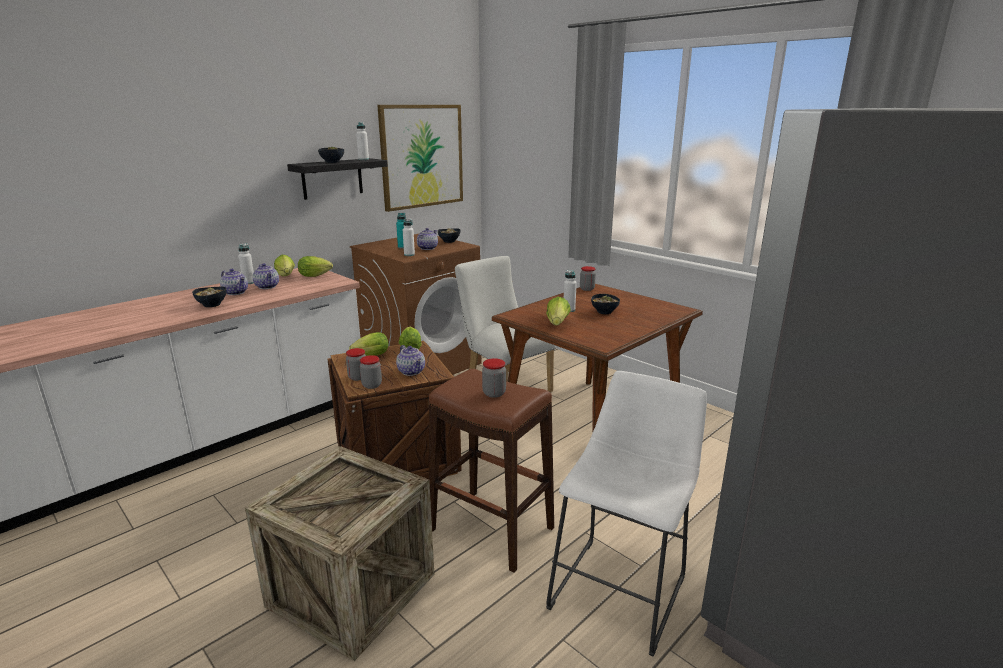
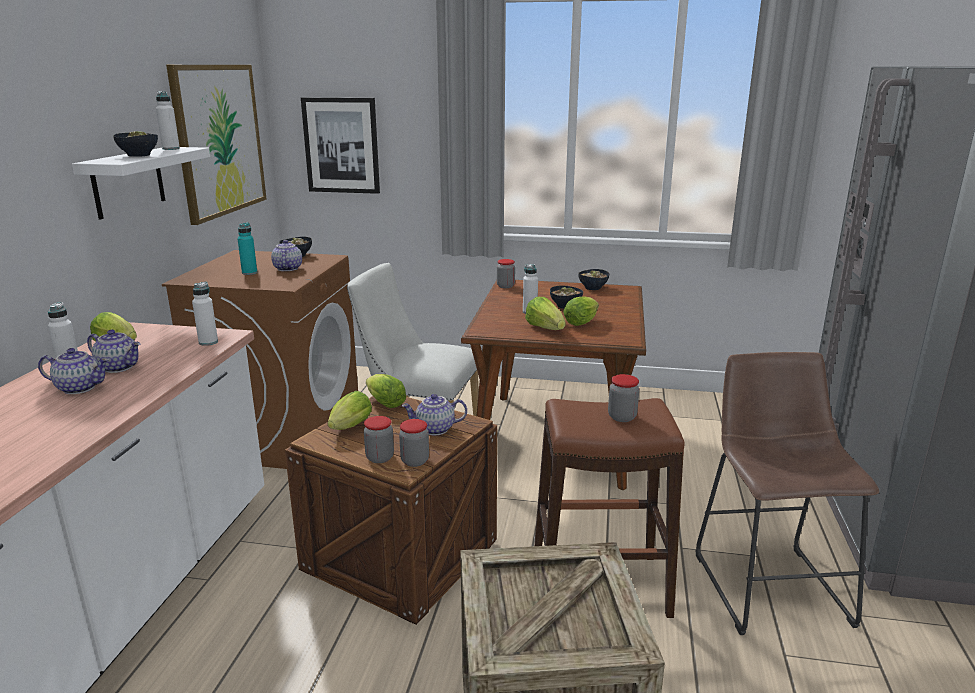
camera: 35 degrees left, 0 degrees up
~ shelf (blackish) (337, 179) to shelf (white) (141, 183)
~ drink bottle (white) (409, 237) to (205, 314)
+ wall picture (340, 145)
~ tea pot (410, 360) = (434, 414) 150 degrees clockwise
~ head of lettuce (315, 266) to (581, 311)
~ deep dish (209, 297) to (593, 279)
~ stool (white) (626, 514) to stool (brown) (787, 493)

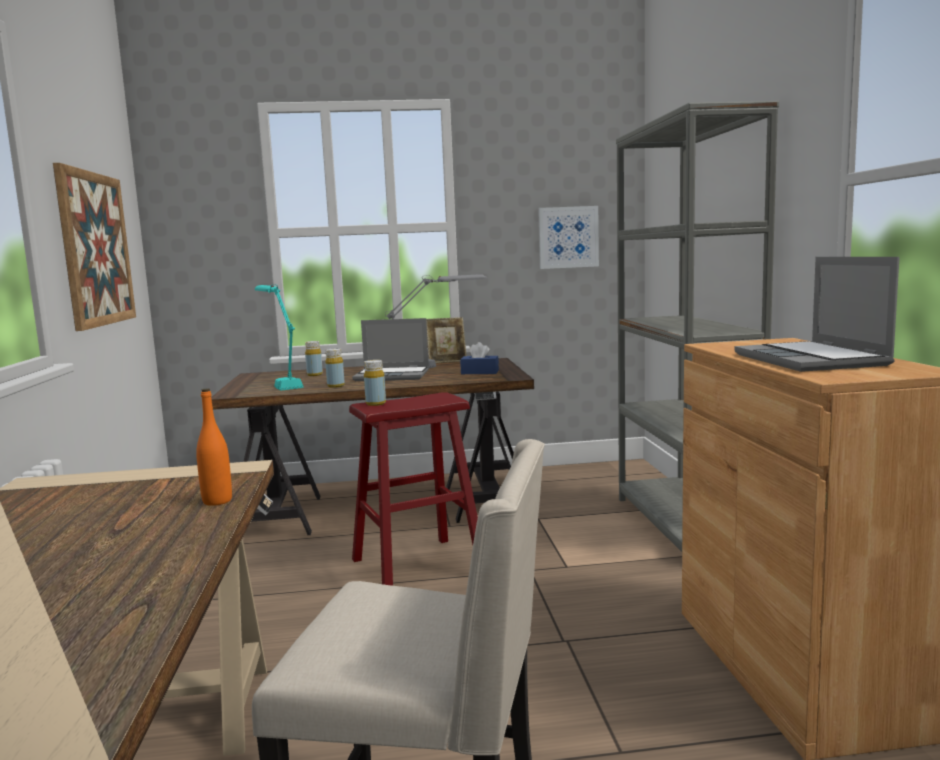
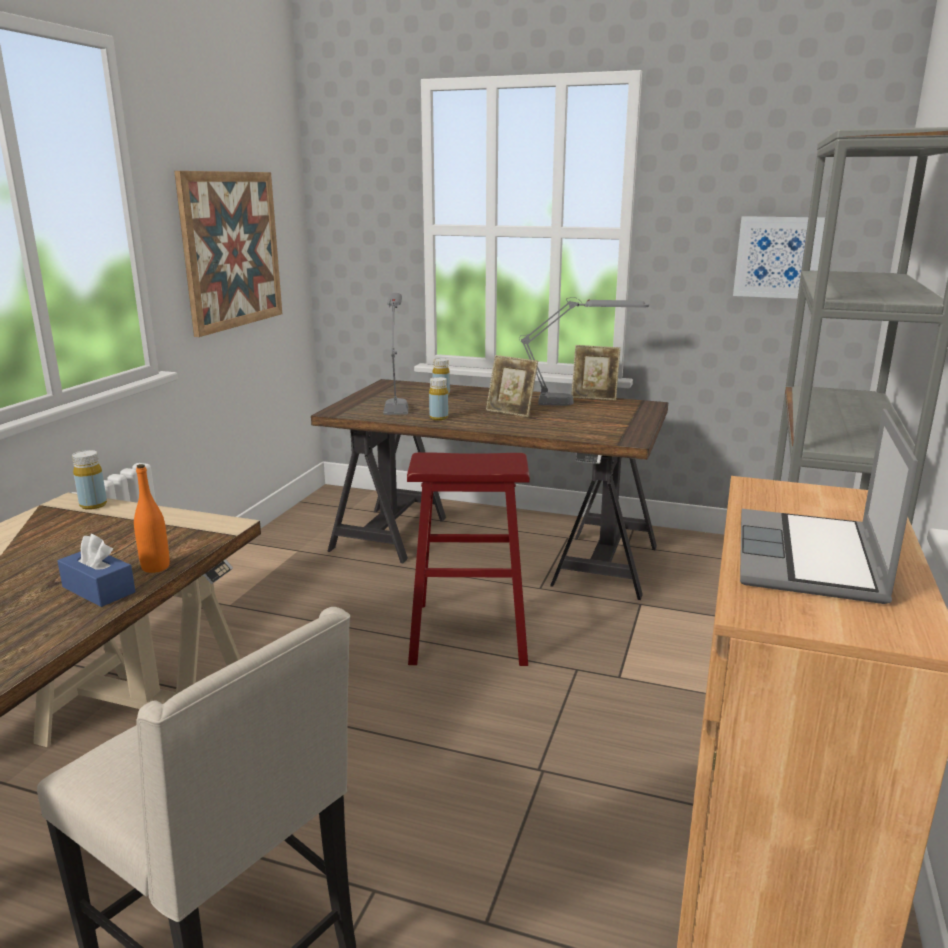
camera: 25 degrees right, 10 degrees up
~ tissue holder (bluish) (479, 358) to (96, 570)
~ drink bottle (yellow) (375, 383) to (89, 480)
~ table lamp (blue-green) (279, 337) to table lamp (greyish) (395, 354)
~ notebook computer (390, 349) to standing frame (512, 386)

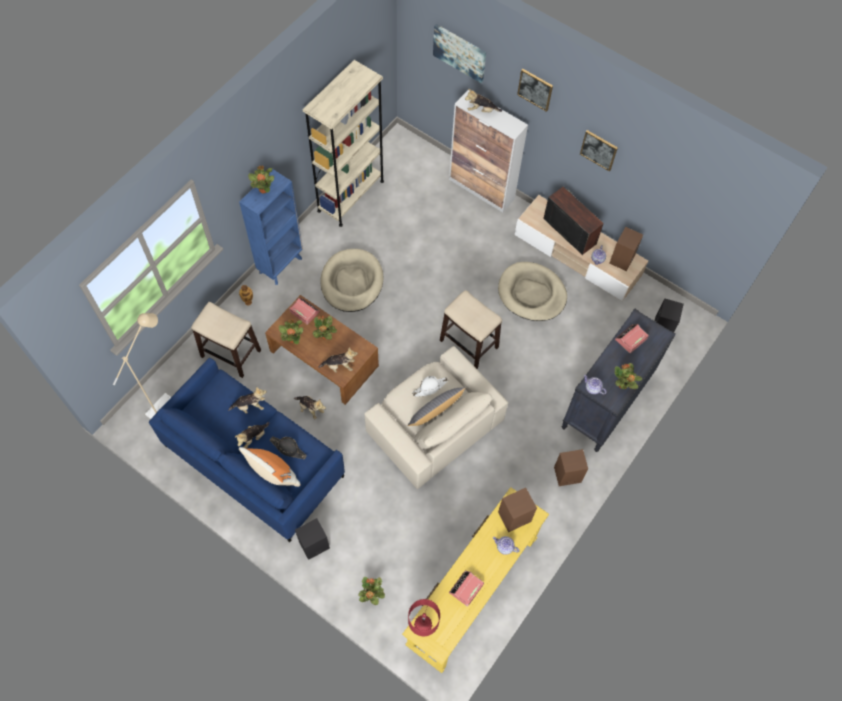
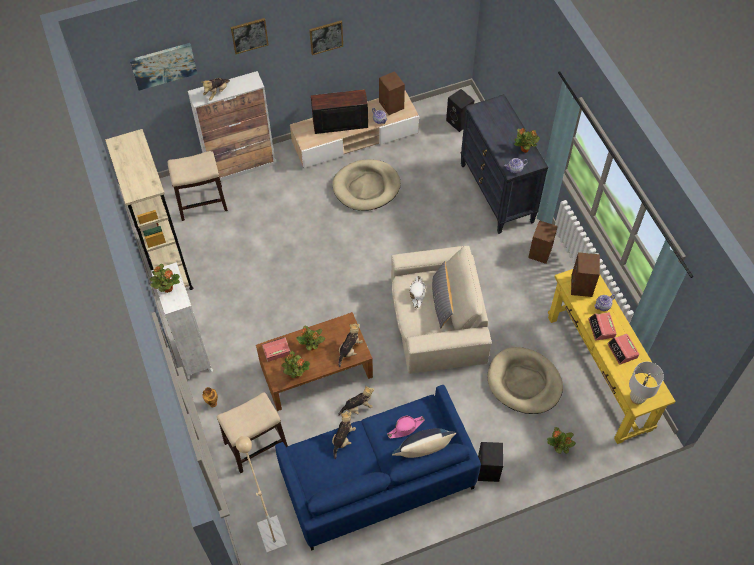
camera: 55 degrees left, 5 degrees down
~ bookshelf (bluish) (271, 227) to bookshelf (white) (182, 321)
~ stool (471, 329) to (198, 186)
~ clothing hat (blackish) (288, 447) to clothing hat (pink-coloured) (406, 427)
~ pillow (orangey) (270, 467) to pillow (bluish) (424, 443)
~ pet bed (beige-coloured) (352, 280) to (525, 380)
~ bedside clock (632, 338) to (602, 326)
~ table lamp (reddish) (424, 617) to table lamp (white) (646, 383)
- soft toy (252, 435)

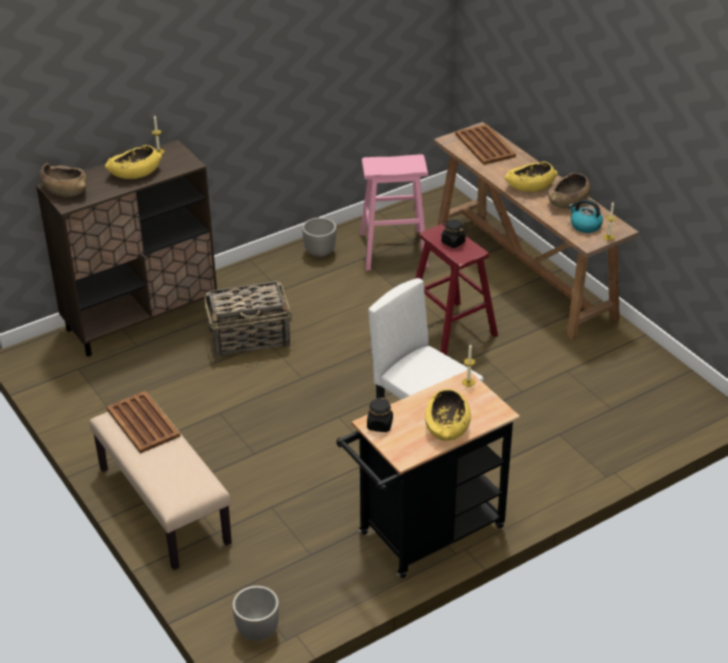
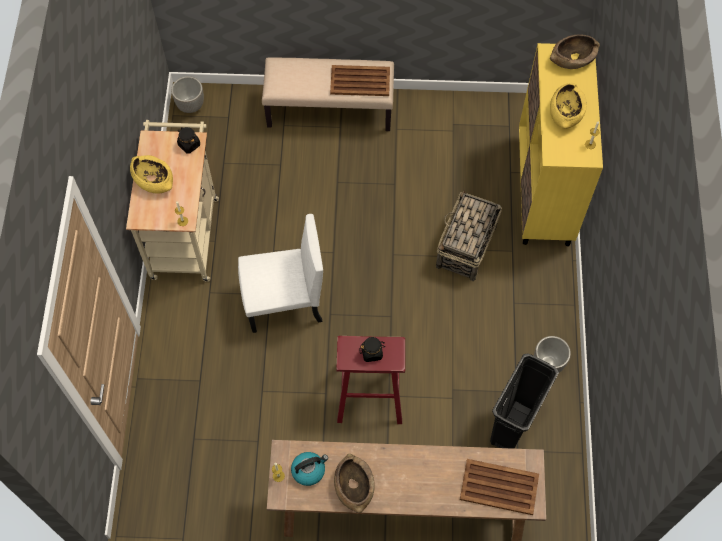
camera: 125 degrees right, 25 degrees up
~ wheeled cart (blackish) (428, 474) to wheeled cart (beige-coloured) (172, 201)
~ stool (pink-coloured) (394, 212) to trash can (blackish) (524, 401)
~ cupboard (brown) (126, 248) to cupboard (yellow) (561, 144)
- deep dish (yellow) (531, 177)

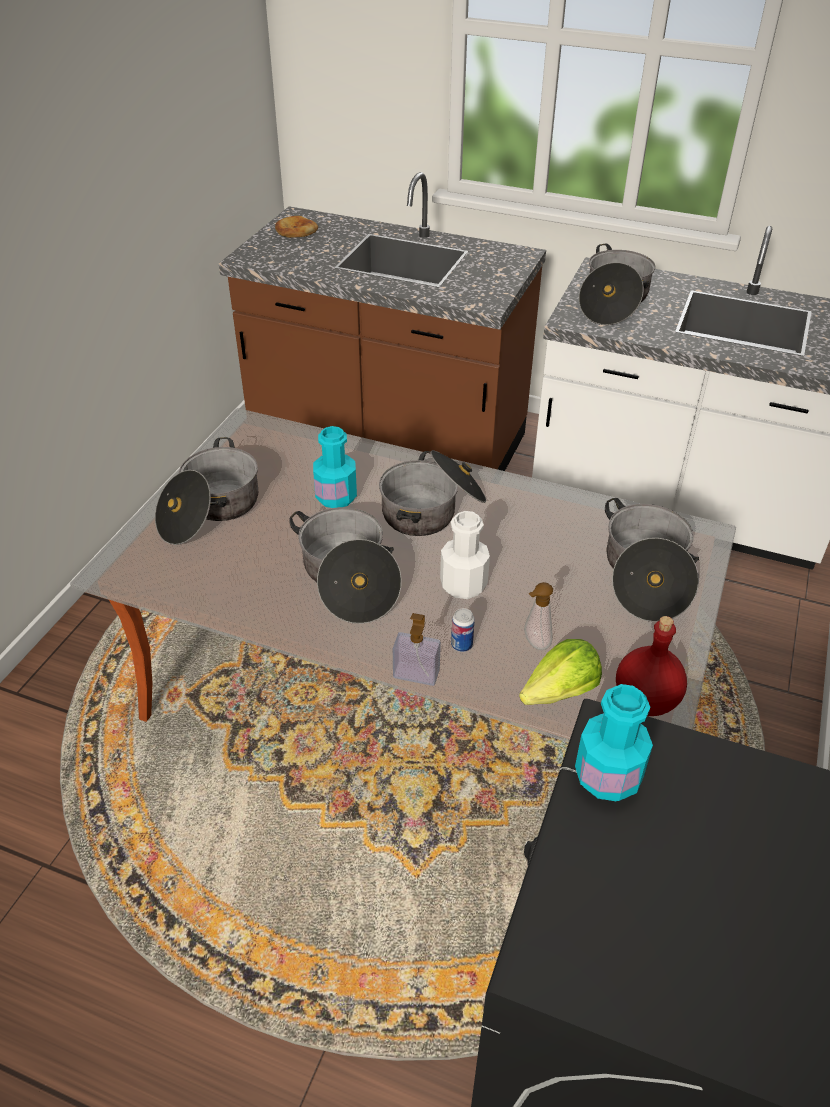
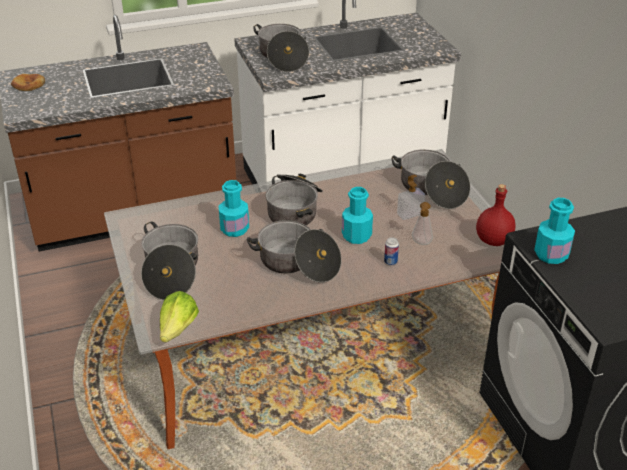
camera: 40 degrees left, 5 degrees down
~ head of lettuce (560, 672) to (179, 316)
~ drink bottle (white) (465, 555) to drink bottle (blue-green) (357, 215)
~ soap bottle (417, 649) to (411, 197)

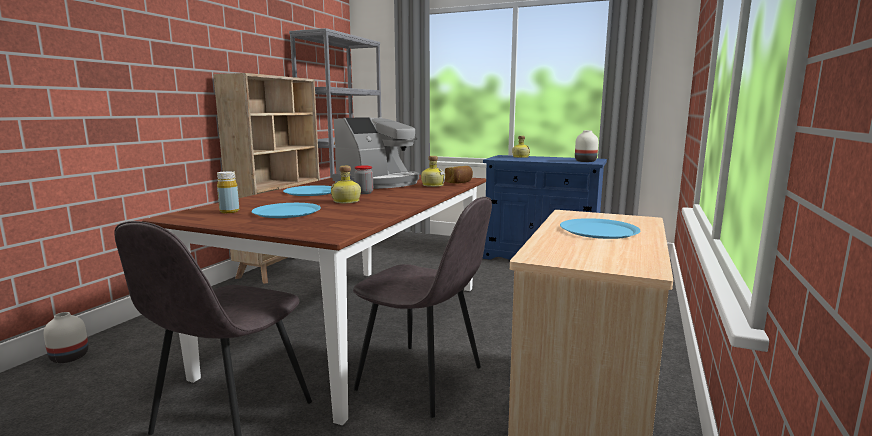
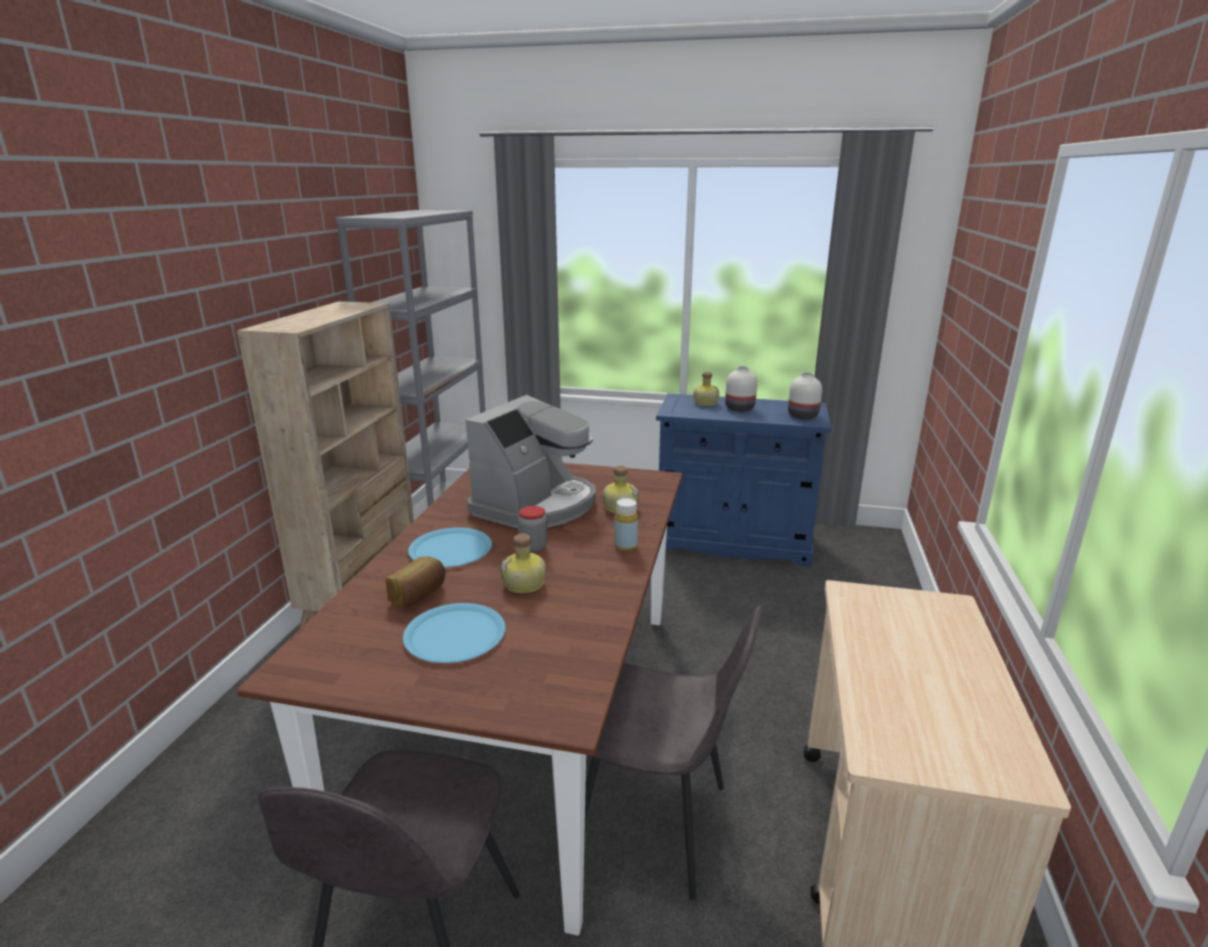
camera: 10 degrees left, 10 degrees up
~ baked bread (459, 174) to (415, 581)
~ drink bottle (yellow) (228, 192) to (626, 524)
~ vase (white) (65, 337) to (741, 389)
- plate (bluish) (600, 228)

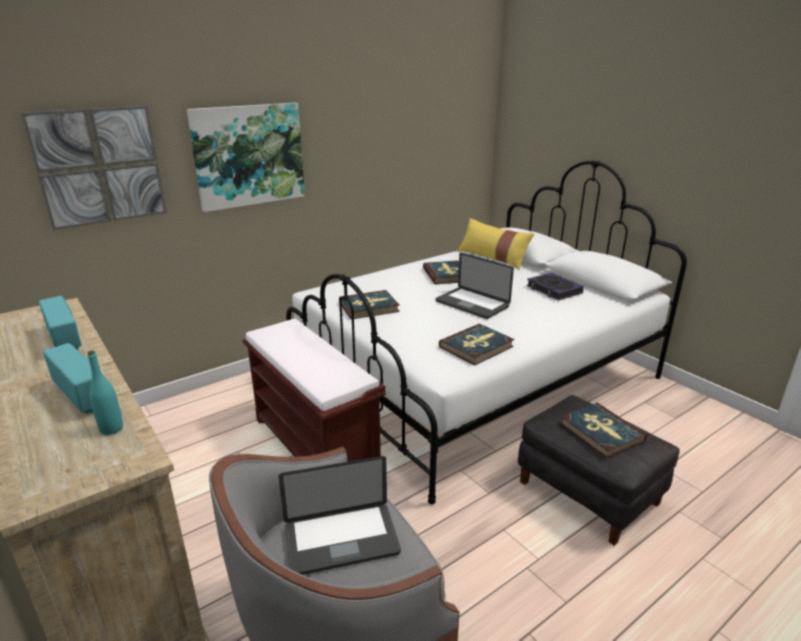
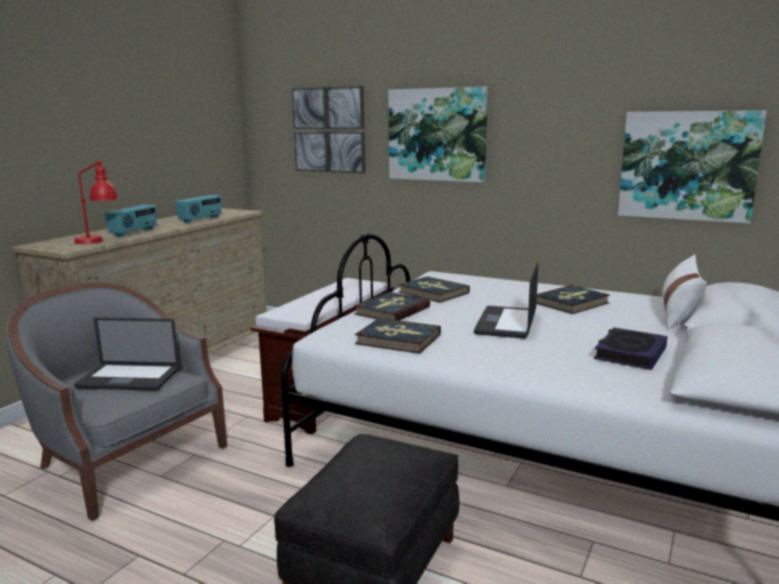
camera: 65 degrees right, 10 degrees down
~ drink bottle (blue-green) (105, 392) to table lamp (reddish) (96, 202)
~ notebook computer (340, 515) = (126, 354) 45 degrees counterclockwise
~ book (603, 431) to (392, 306)
+ wall picture (692, 166)
~ pillow (yellow) (496, 244) to pillow (white) (684, 292)

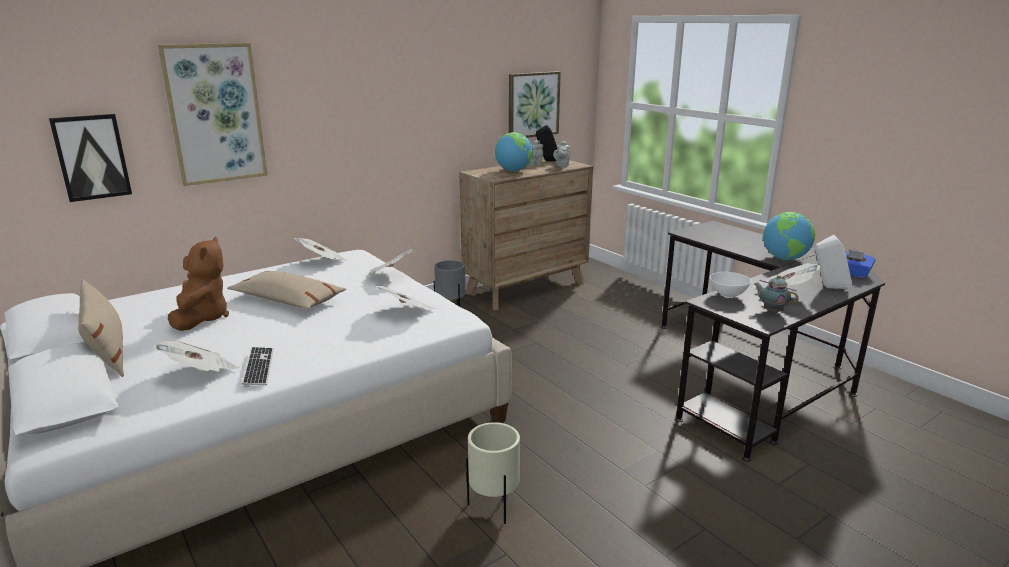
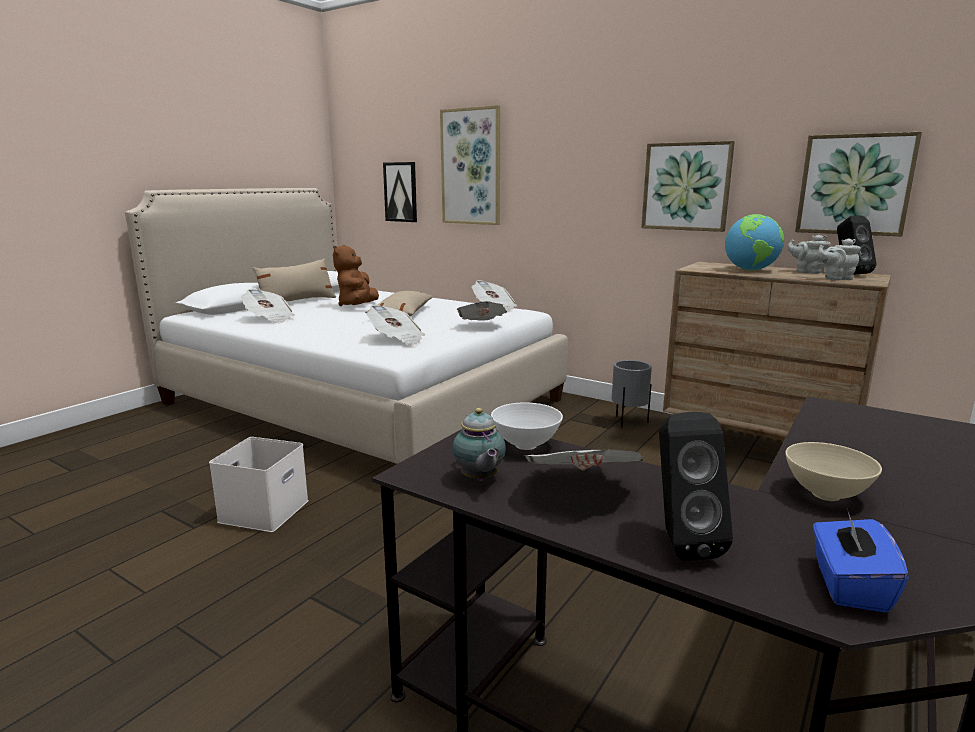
camera: 70 degrees right, 5 degrees down
~ plant pot (beige-coloured) (493, 473) to storage container (white) (259, 484)
~ soft toy (brown) (198, 284) = (356, 275) 120 degrees clockwise
~ tea pot (776, 294) = (479, 444) 135 degrees clockwise
+ wall picture (688, 186)
~ speaker (white) (833, 262) to speaker (blackish) (696, 486)
~ globe (789, 236) to deep dish (beige-coloured) (833, 471)
- keyboard (258, 367)

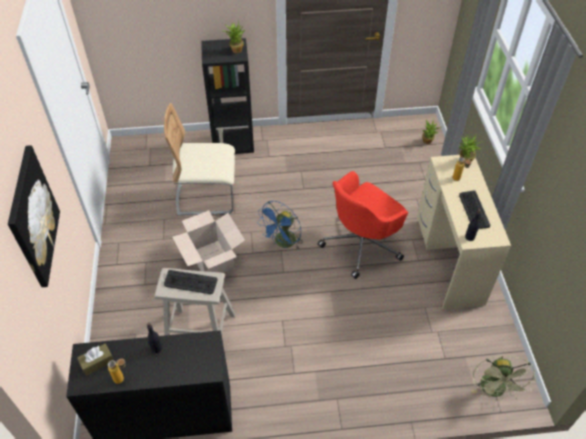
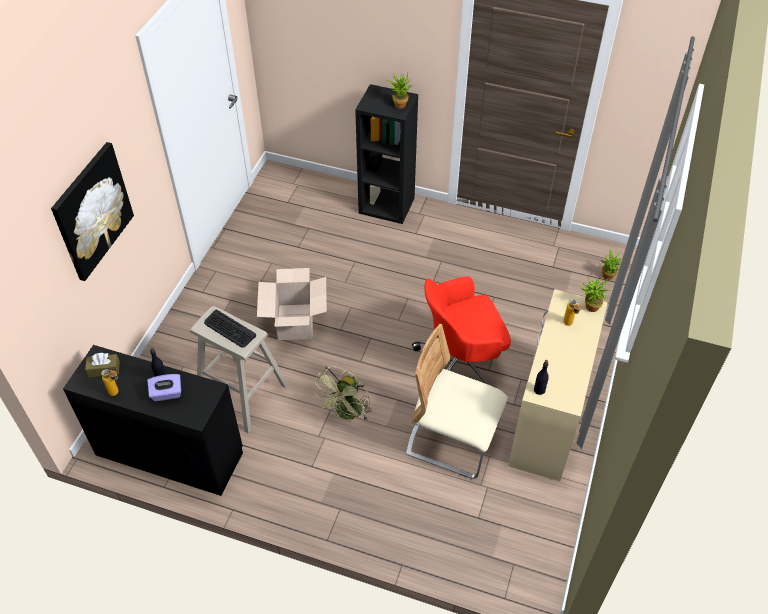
camera: 25 degrees right, 0 degrees up
+ tissue holder (purplish) (164, 387)
~ cooling fan (green-coloured) (503, 378) to (342, 394)
~ chair (beige-coloured) (199, 159) to (457, 401)
- cooling fan (bluish) (279, 225)
- keyboard (474, 209)

